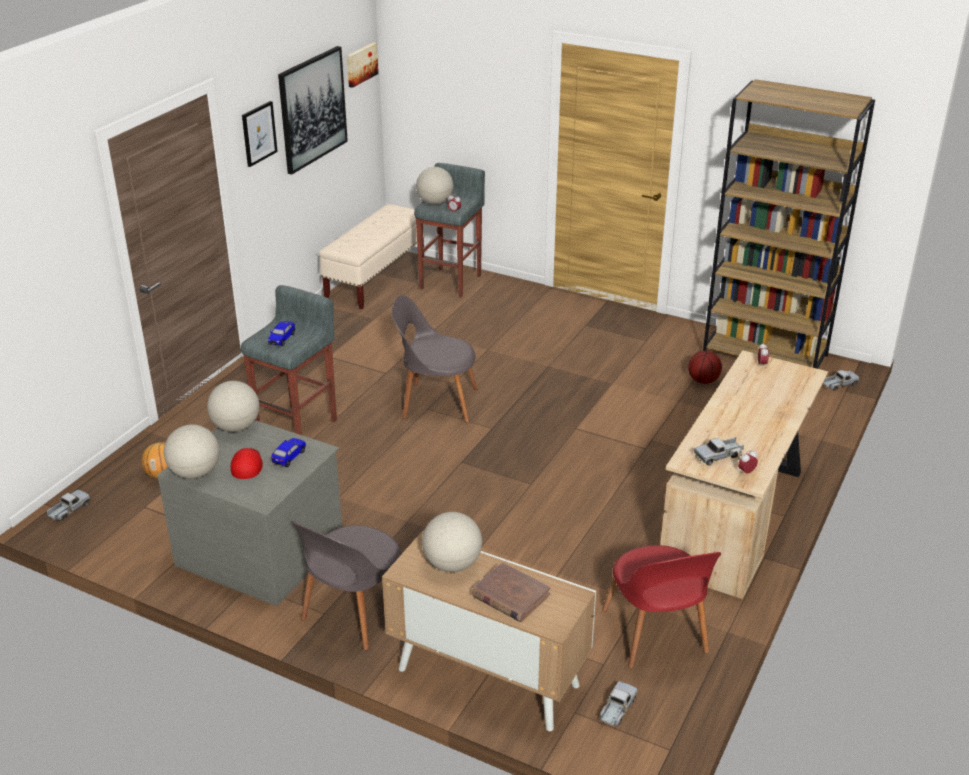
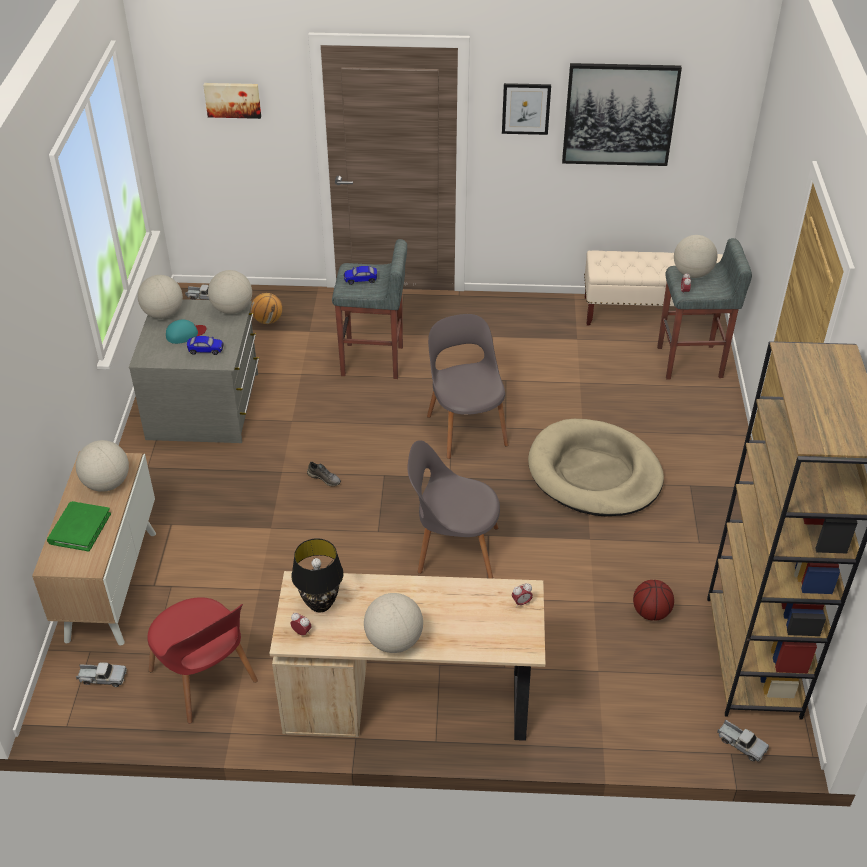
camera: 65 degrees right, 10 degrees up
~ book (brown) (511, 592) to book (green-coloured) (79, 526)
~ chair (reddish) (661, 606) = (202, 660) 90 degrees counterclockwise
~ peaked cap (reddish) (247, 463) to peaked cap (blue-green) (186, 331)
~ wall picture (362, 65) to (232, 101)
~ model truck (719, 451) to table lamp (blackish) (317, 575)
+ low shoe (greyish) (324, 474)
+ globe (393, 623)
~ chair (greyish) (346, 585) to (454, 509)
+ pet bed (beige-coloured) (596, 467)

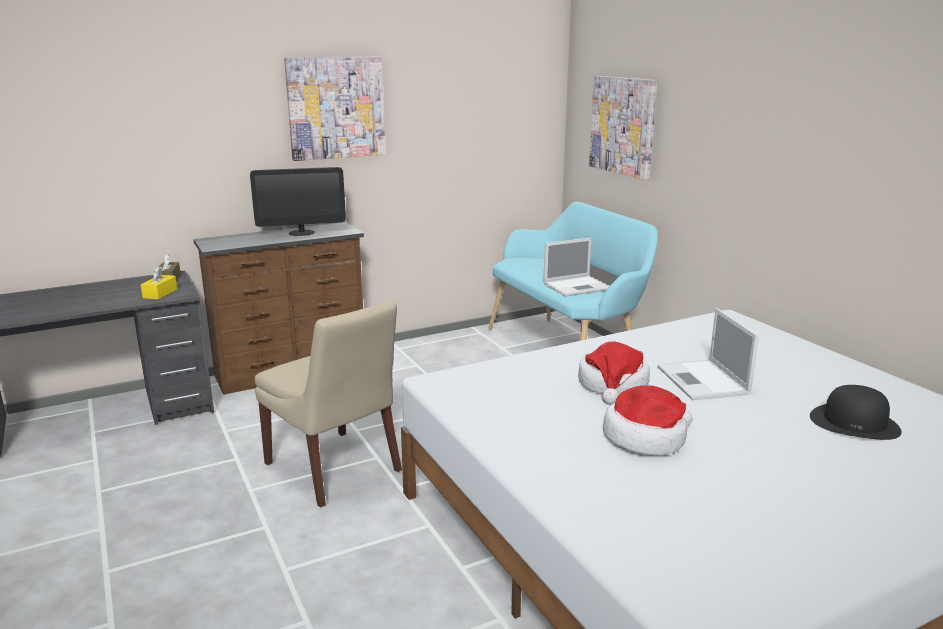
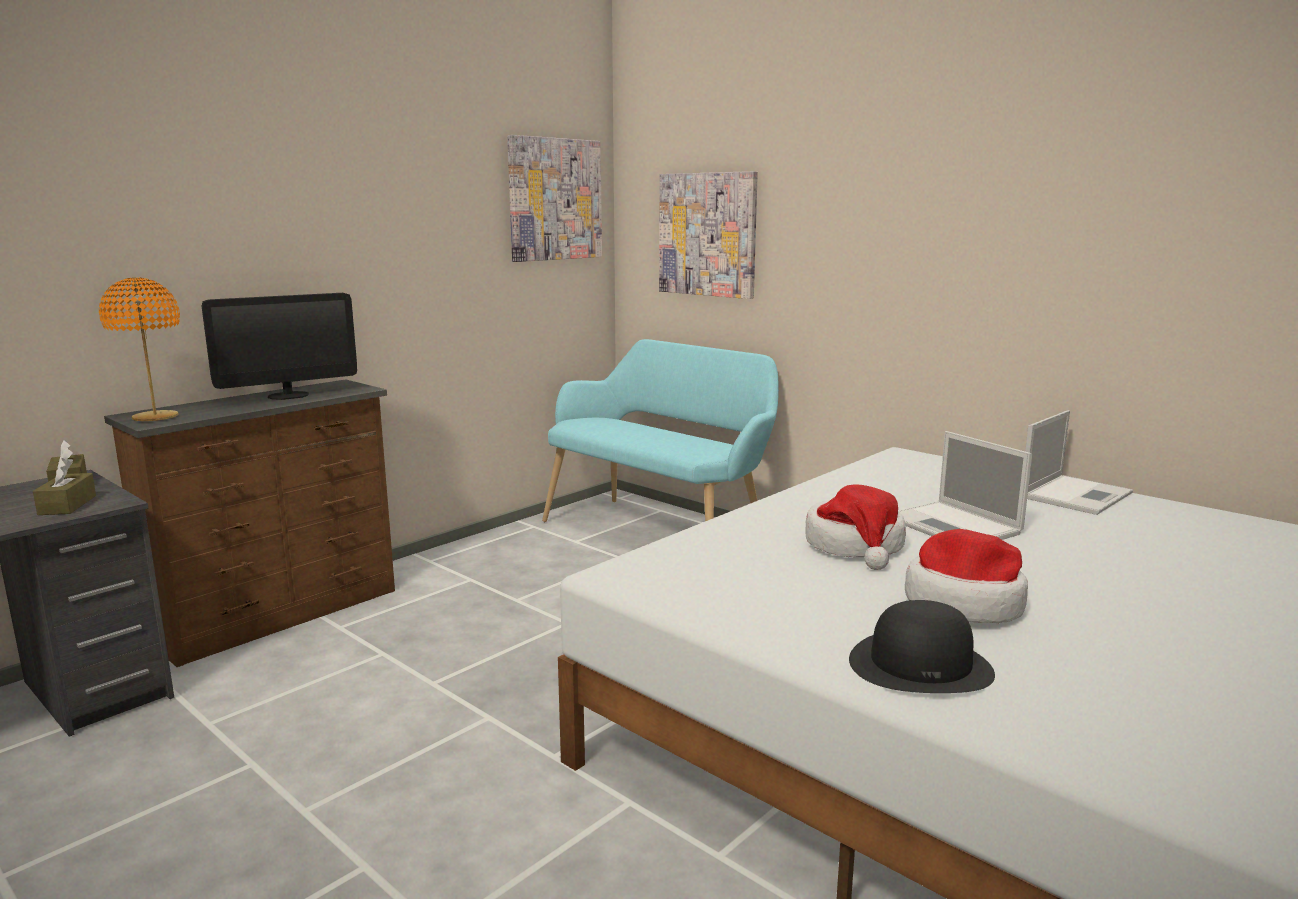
camera: 20 degrees left, 5 degrees down
~ tissue holder (yellow) (159, 283) to tissue holder (brown) (64, 486)
+ table lamp (orangey) (139, 349)
~ wall picture (334, 108) to (554, 198)
~ clothing hat (blackish) (856, 412) to (922, 646)
~ notebook computer (576, 267) to (1079, 462)
- chair (beige-coloured) (328, 403)

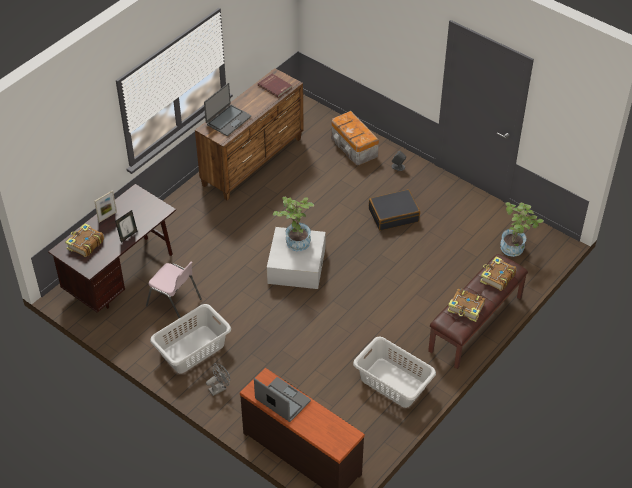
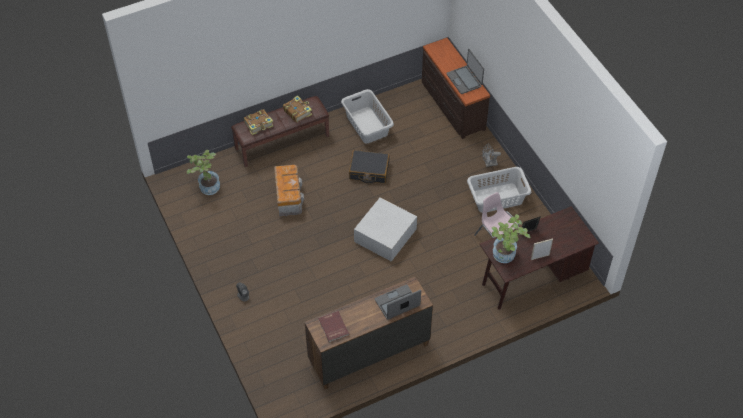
camera: 155 degrees left, 5 degrees up
~ storage container (355, 138) to (289, 191)
~ suitcase (blackish) (394, 210) to (369, 166)
~ plant in a pot (293, 224) to (511, 238)
- book (84, 240)

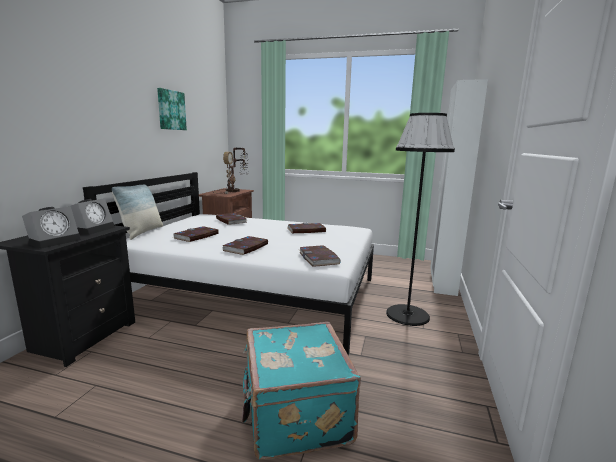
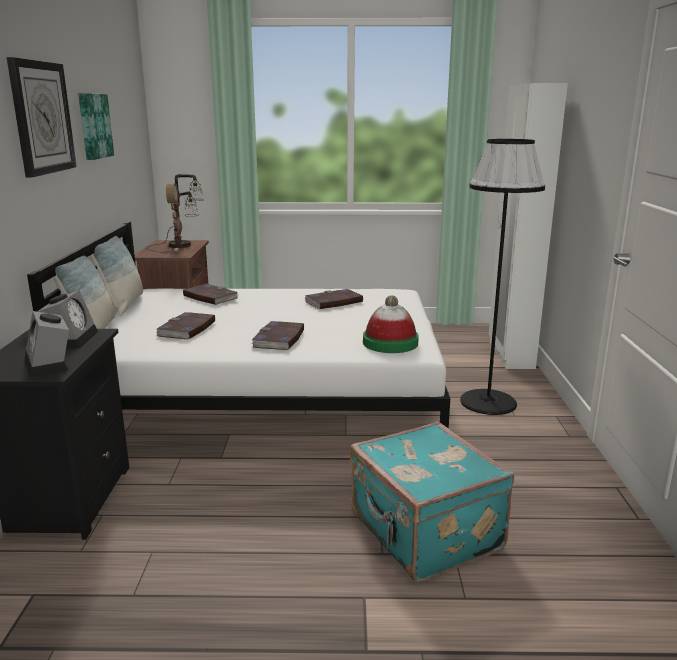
camera: 15 degrees left, 5 degrees up
+ hanging clock (42, 117)
~ bedside clock (51, 227) = (47, 344) 135 degrees clockwise
+ pillow (116, 276)
~ book (320, 256) to clothing hat (391, 324)

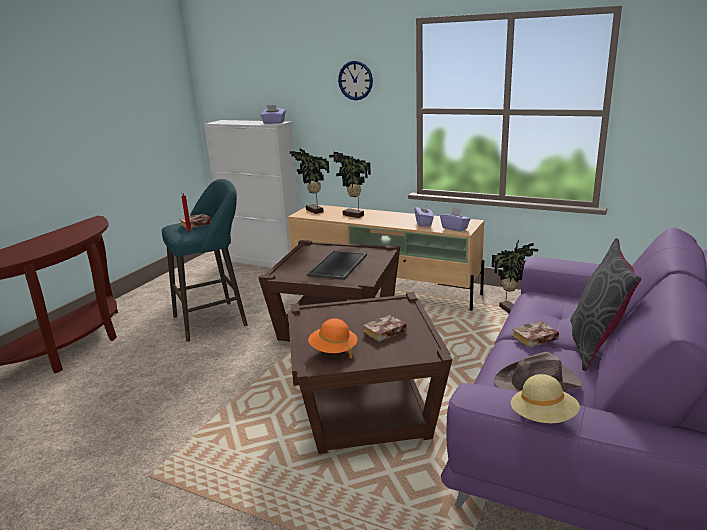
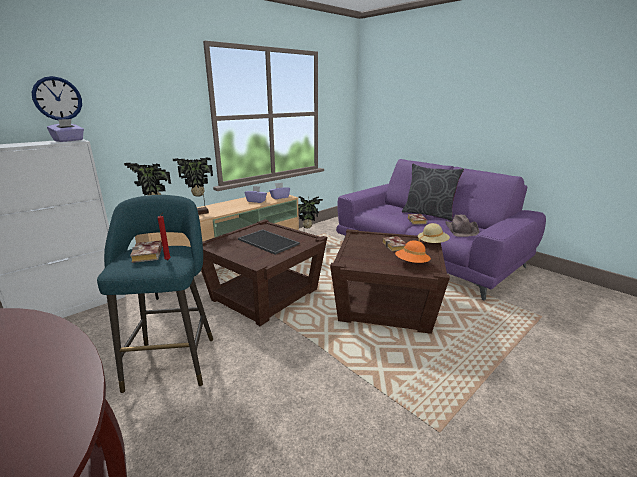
camera: 70 degrees left, 0 degrees up
~ hanging clock (355, 80) to (57, 98)
~ clothing hat (beige-coloured) (545, 398) to (434, 233)

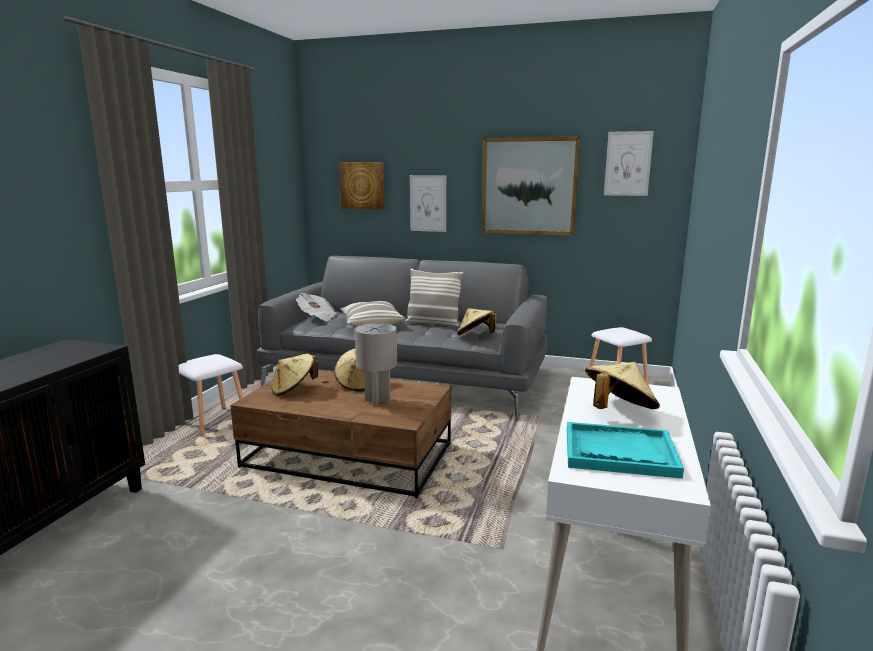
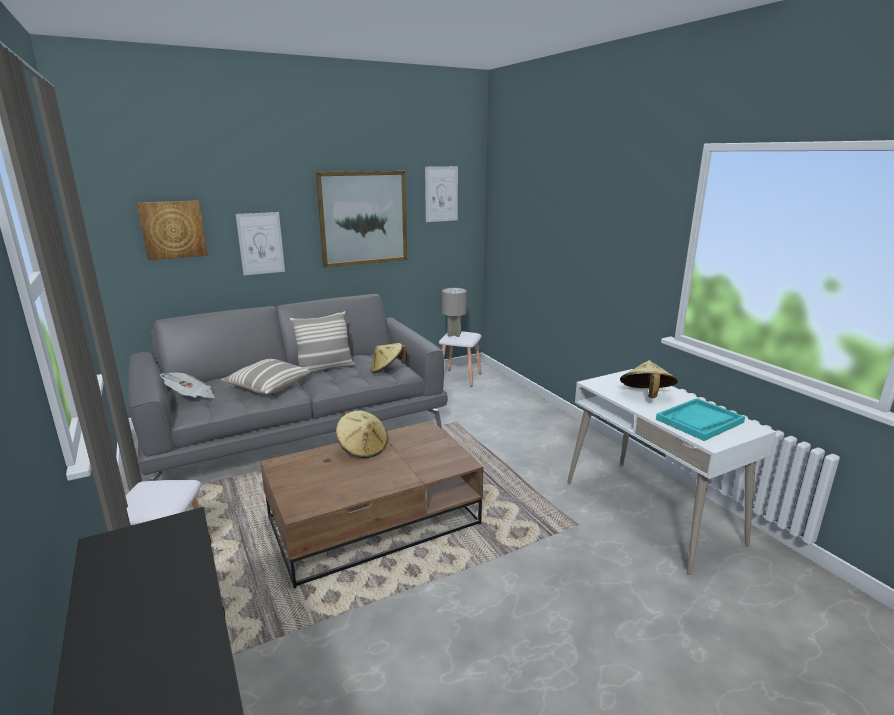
camera: 45 degrees left, 5 degrees up
~ table lamp (greyish) (376, 364) to (454, 312)
- clothing hat (beige-coloured) (294, 375)

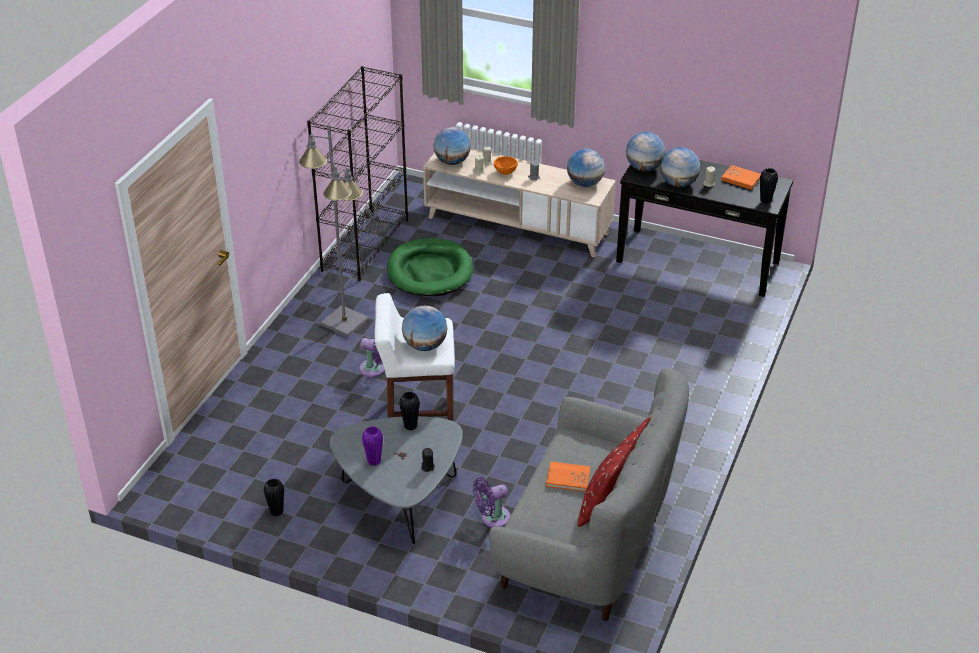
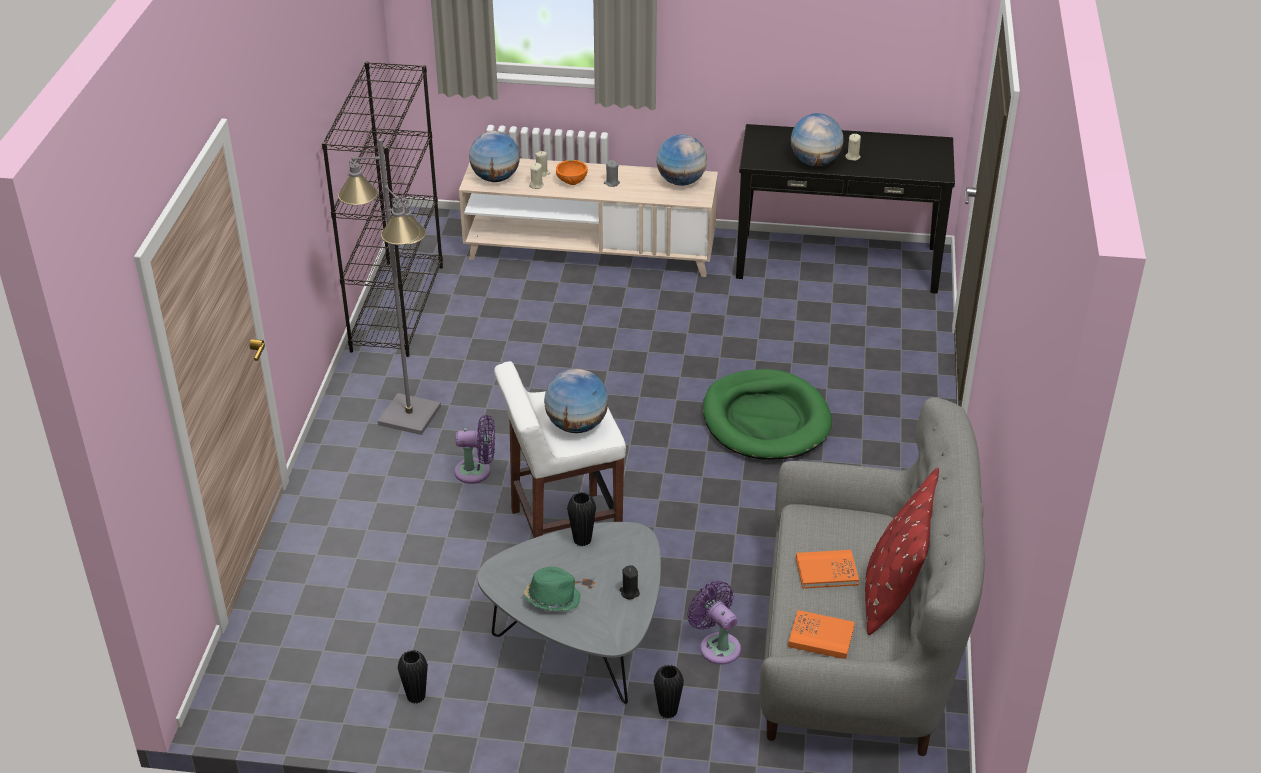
camera: 15 degrees left, 0 degrees up
~ vase (purplish) (372, 446) to clothing hat (green-coloured) (552, 589)
~ vase (blackish) (769, 186) to (669, 692)
~ cooling fan (purplish) (491, 502) = (714, 623) 90 degrees clockwise
~ pet bed (green-coloured) (430, 267) to (767, 414)
~ book (orangey) (741, 177) to (821, 634)
- globe (645, 151)

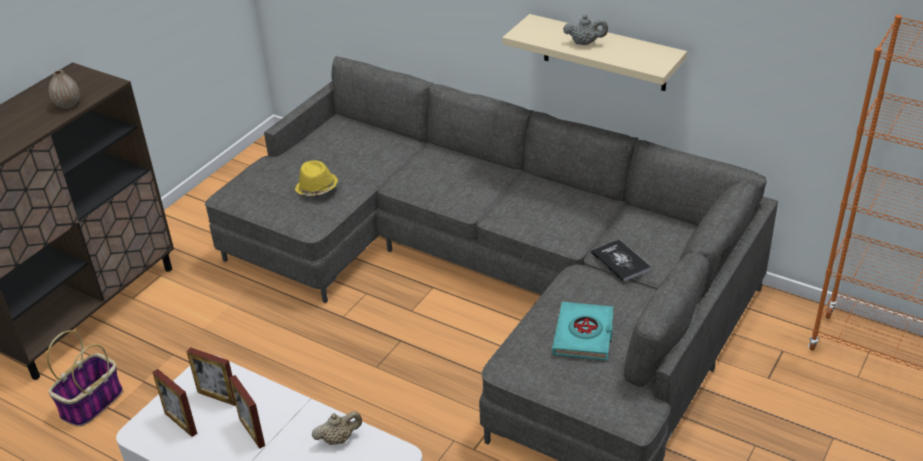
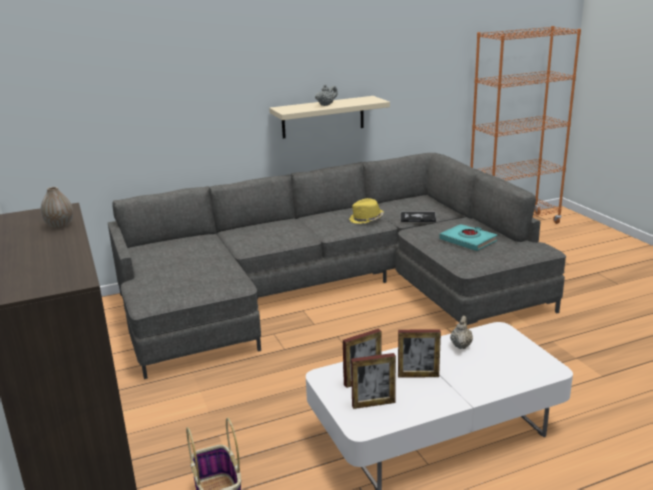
camera: 55 degrees left, 15 degrees down
~ clothing hat (yellow) (316, 178) to (366, 211)

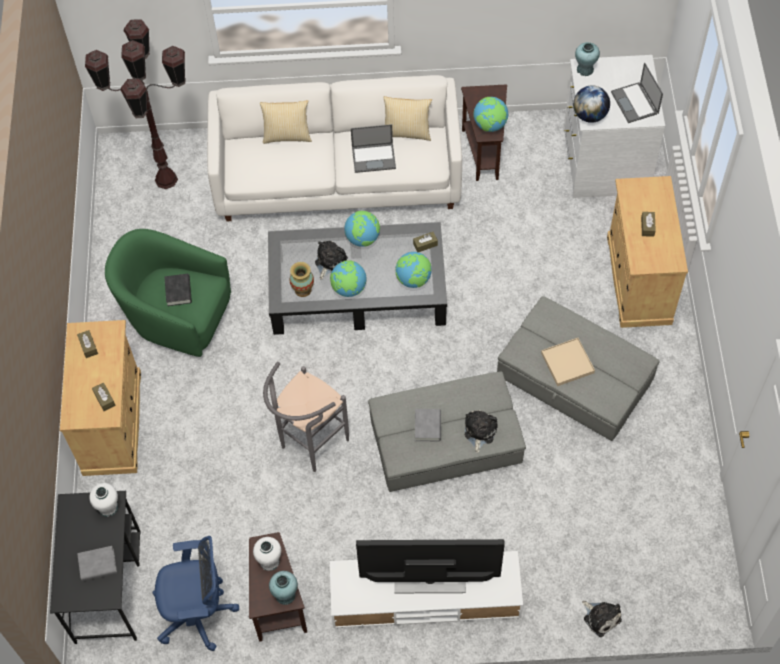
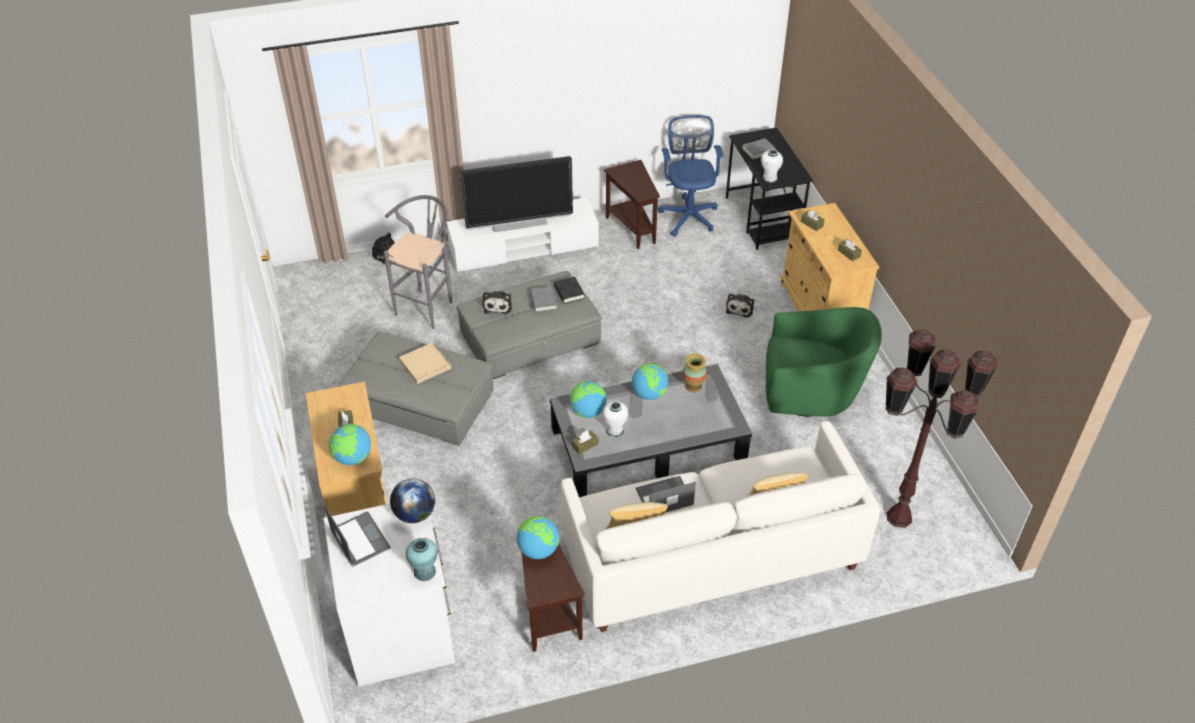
camera: 165 degrees right, 15 degrees down
~ globe (362, 229) to (350, 444)
~ stool (greyish) (306, 417) to (418, 262)
~ book (blackish) (178, 290) to (569, 290)
~ vase (white) (267, 554) to (615, 419)
~ office chair (bluish) (196, 593) = (691, 176) 105 degrees clockwise
~ soft toy (331, 260) to (740, 305)
- vase (blue-green) (283, 588)

